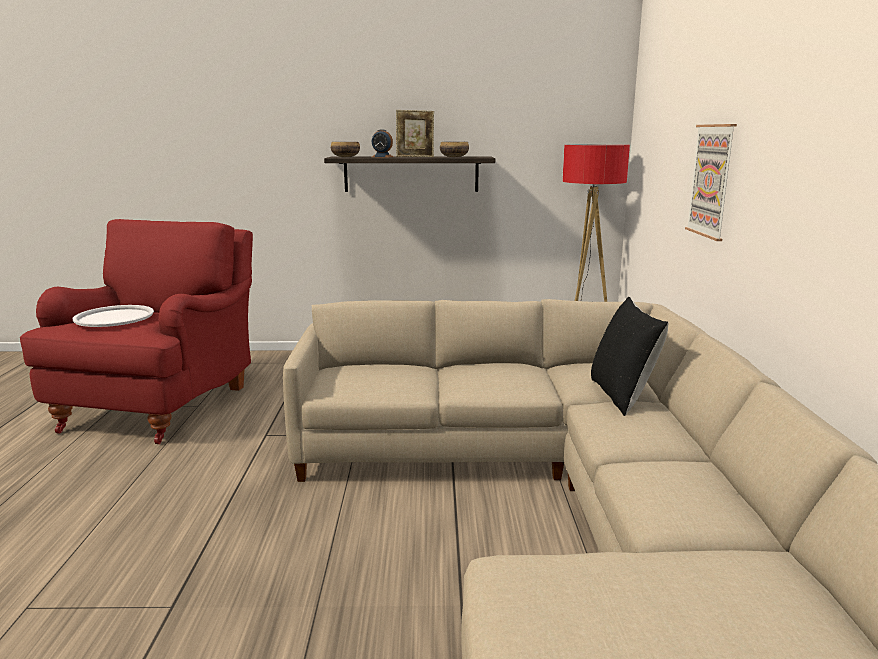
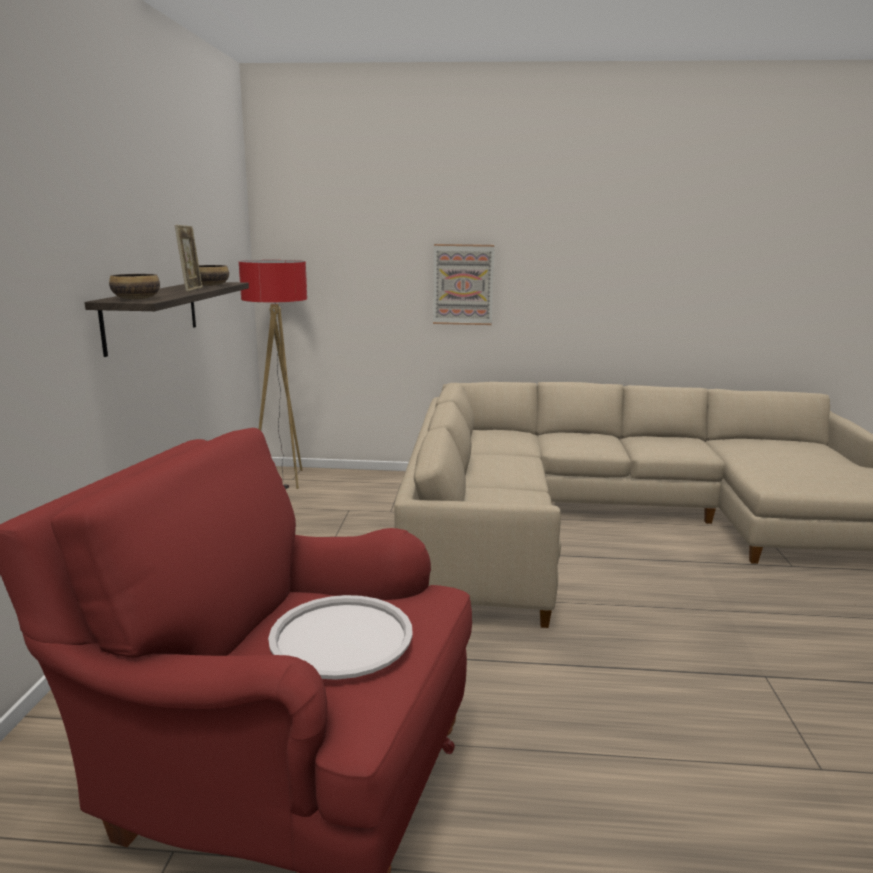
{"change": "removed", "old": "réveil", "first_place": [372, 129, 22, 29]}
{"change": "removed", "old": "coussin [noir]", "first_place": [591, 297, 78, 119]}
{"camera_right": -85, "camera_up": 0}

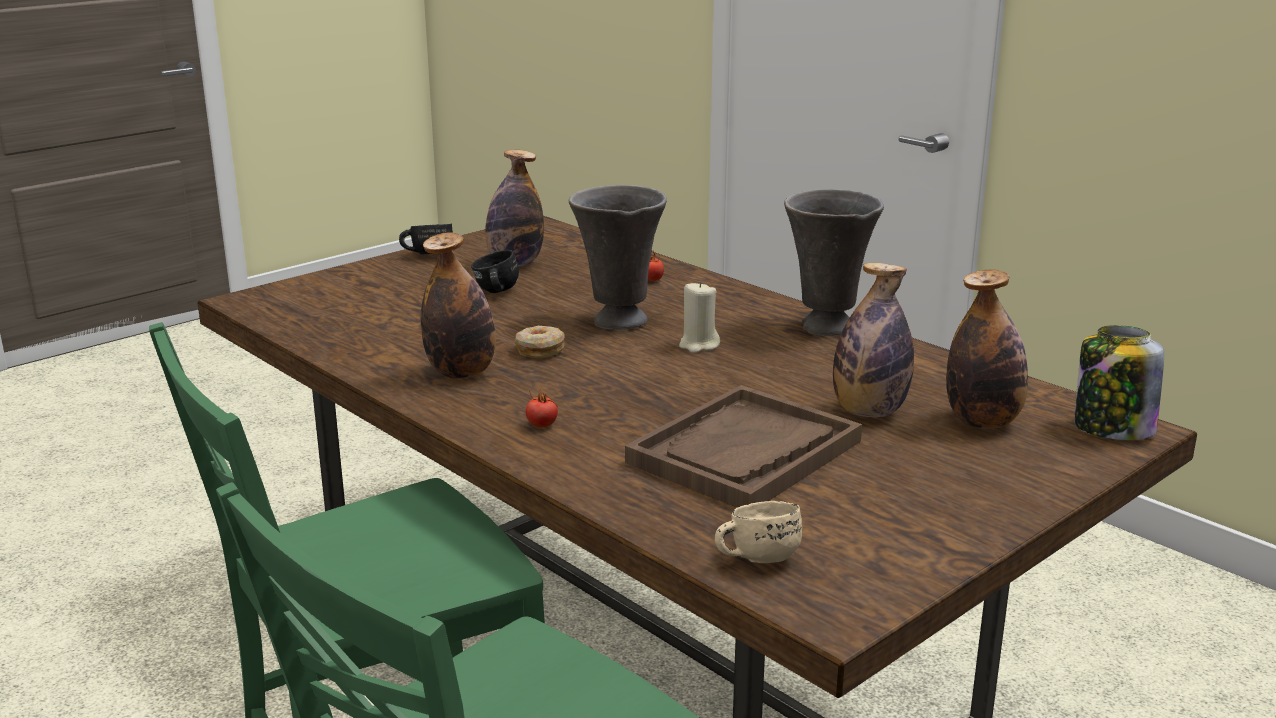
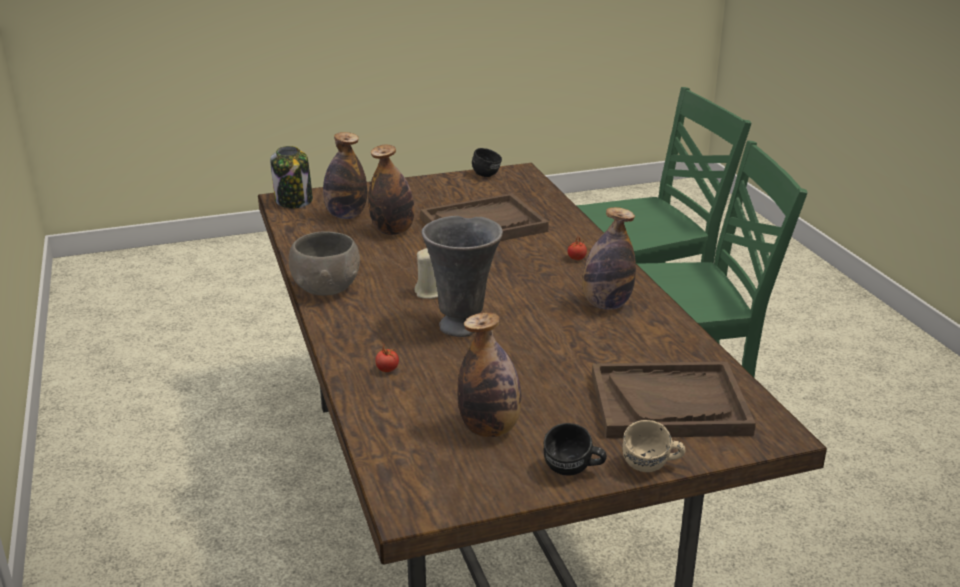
{"change": "replaced", "old": "vase [gris]", "new": "bol [gris]", "first_place": [784, 189, 100, 147], "second_place": [289, 231, 71, 65]}
{"change": "moved", "old": "mug [noir]", "first_place": [471, 250, 48, 43], "second_place": [472, 148, 30, 29]}
{"change": "removed", "old": "beignet", "first_place": [515, 326, 50, 32]}
{"change": "moved", "old": "mug [beige]", "first_place": [715, 501, 87, 62], "second_place": [623, 420, 62, 52]}
{"change": "added", "new": "plateau [marron]", "second_place": [592, 362, 164, 76]}
{"camera_right": -155, "camera_up": 5}

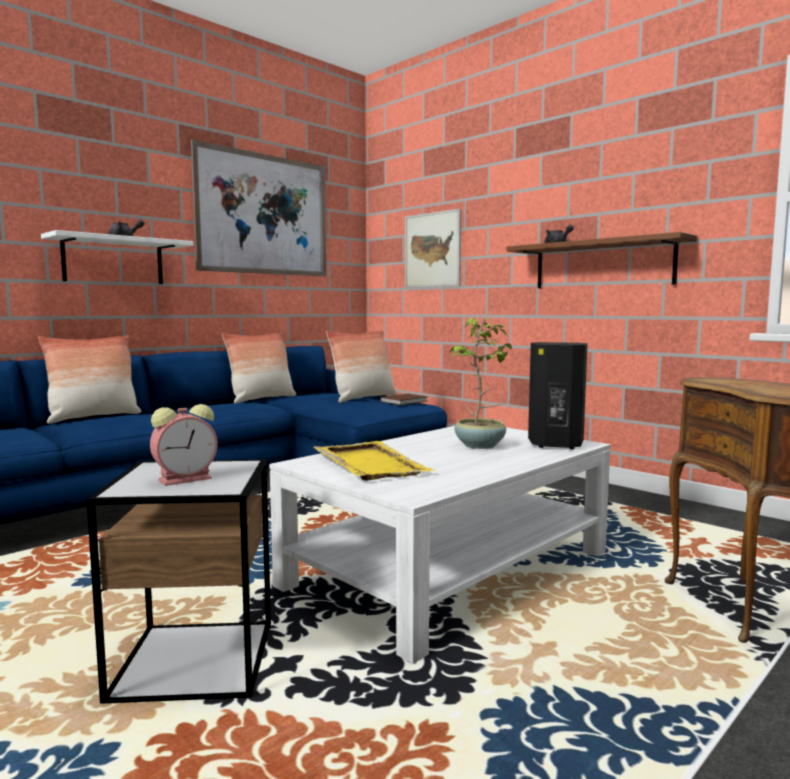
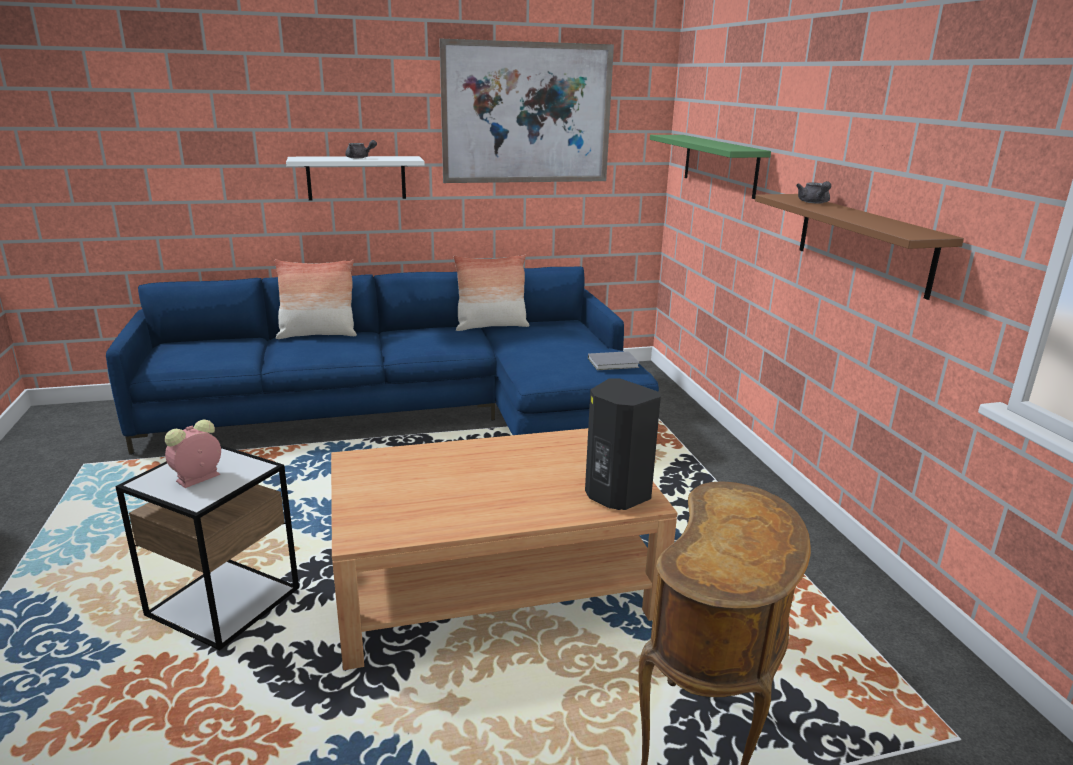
{"change": "replaced", "old": "tableau", "new": "étagère [vert]", "first_place": [405, 209, 56, 79], "second_place": [650, 135, 121, 64]}
{"change": "removed", "old": "plante en pot", "first_place": [450, 318, 62, 131]}
{"change": "removed", "old": "coussin", "first_place": [326, 330, 71, 73]}
{"change": "recoloured", "old": "livre [marron]", "new": "livre [gris]", "first_place": [380, 394, 48, 11], "second_place": [588, 351, 52, 19]}
{"change": "turned", "old": "réveil", "first_place": [150, 404, 68, 82], "second_place": [165, 419, 56, 69], "degrees": 135}
{"change": "recoloured", "old": "table basse [blanc]", "new": "table basse [marron]", "first_place": [269, 426, 342, 238], "second_place": [331, 428, 347, 242]}
{"change": "removed", "old": "plateau [jaune]", "first_place": [314, 441, 121, 40]}
{"camera_right": 30, "camera_up": 15}

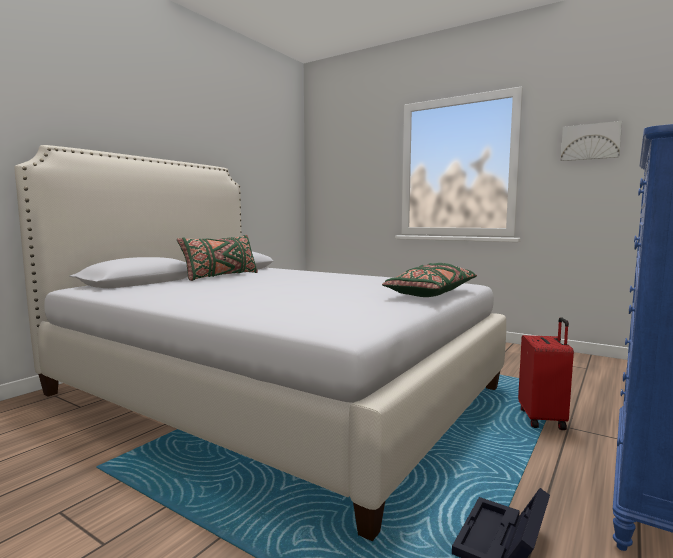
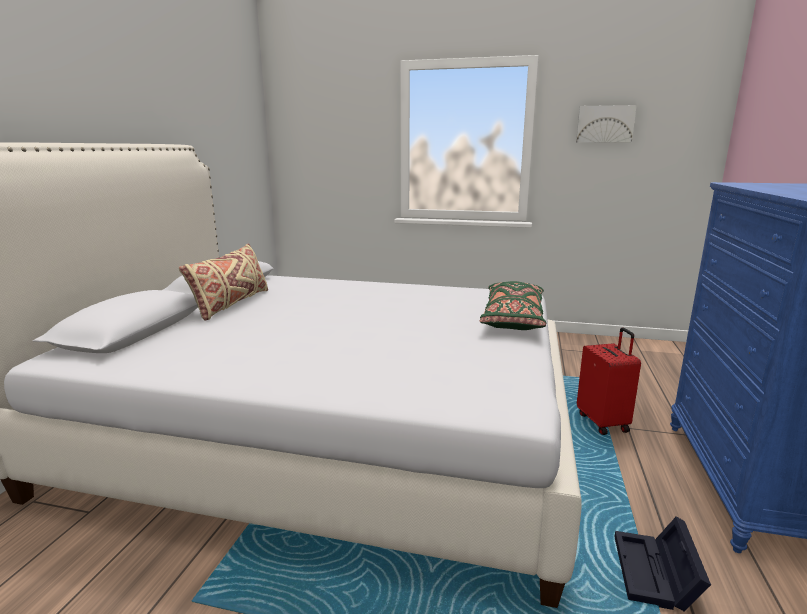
{"change": "recoloured", "old": "coussin [vert]", "new": "coussin [beige]", "first_place": [177, 235, 81, 46], "second_place": [179, 243, 89, 78]}
{"camera_right": -20, "camera_up": 10}

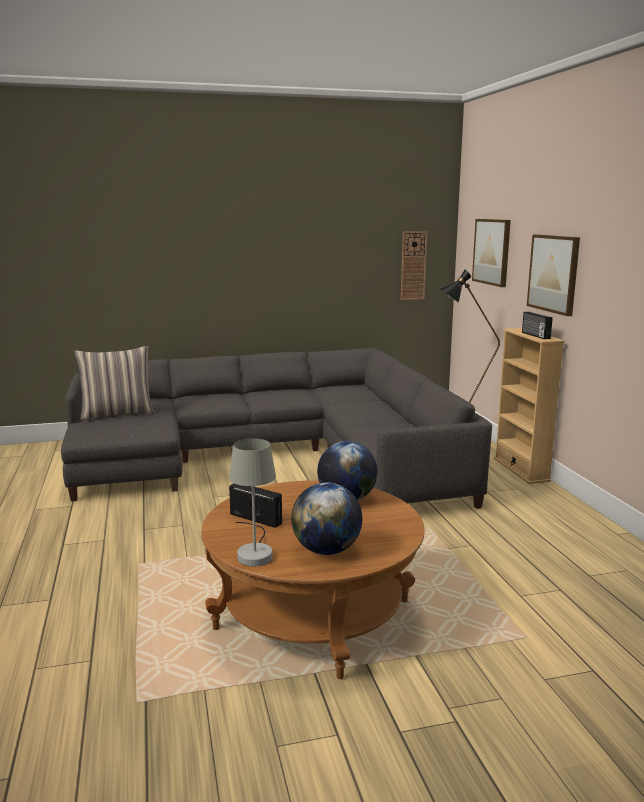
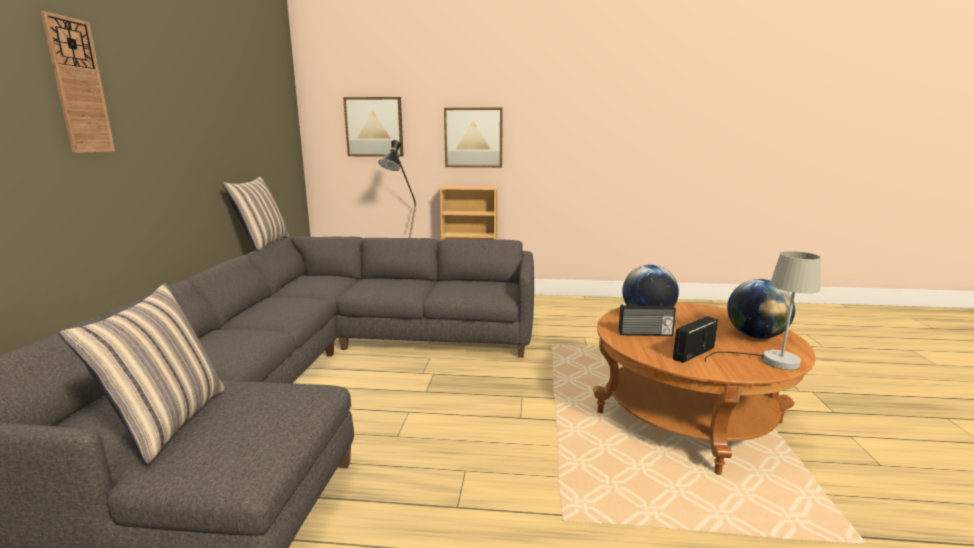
{"change": "moved", "old": "horloge murale", "first_place": [401, 231, 26, 69], "second_place": [41, 11, 74, 142]}
{"change": "moved", "old": "radio", "first_place": [522, 312, 31, 27], "second_place": [618, 305, 58, 31]}
{"change": "added", "new": "coussin", "second_place": [223, 177, 67, 74]}
{"camera_right": -70, "camera_up": 0}

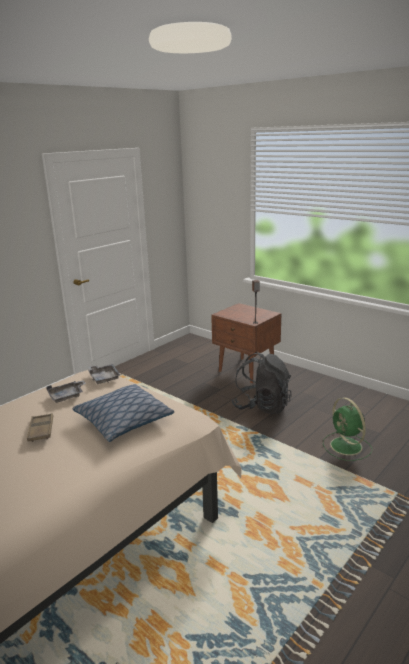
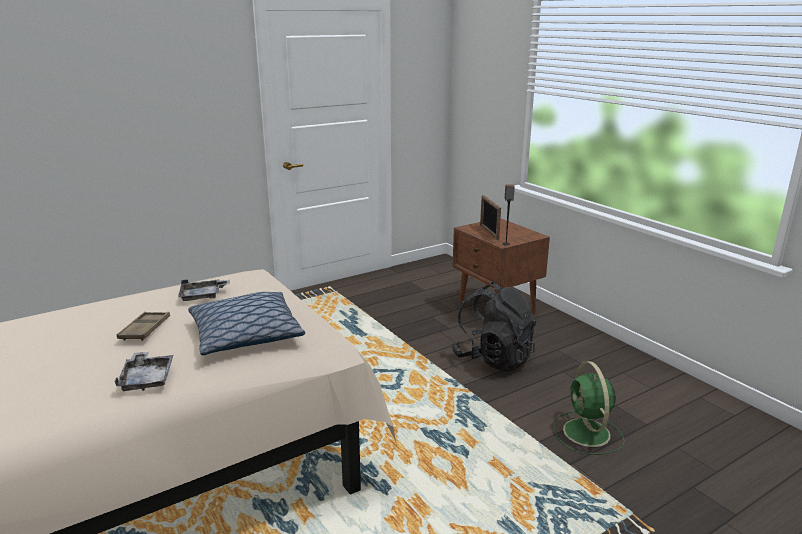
{"change": "moved", "old": "plateau [gris]", "first_place": [88, 364, 32, 20], "second_place": [115, 352, 58, 39]}
{"change": "added", "new": "cadre photo", "second_place": [480, 195, 21, 45]}
{"camera_right": 15, "camera_up": 0}

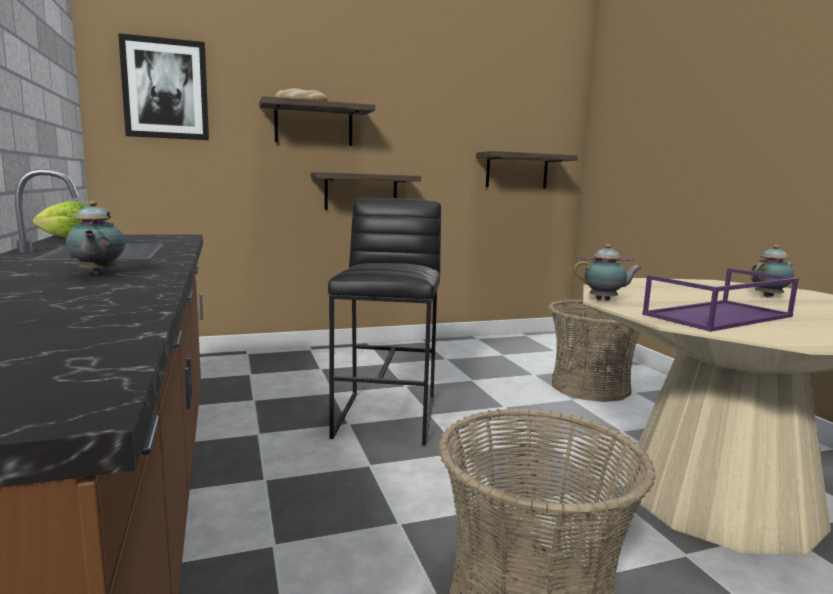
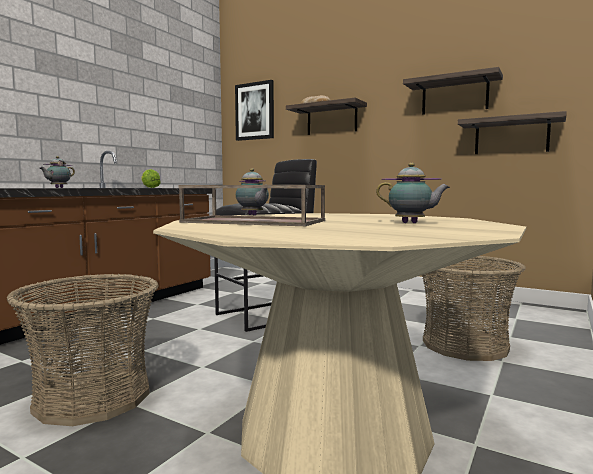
{"change": "moved", "old": "étagère", "first_place": [311, 172, 110, 38], "second_place": [403, 67, 100, 48]}
{"change": "recoloured", "old": "plateau [violet]", "new": "plateau [marron]", "first_place": [642, 268, 157, 64], "second_place": [178, 185, 147, 41]}
{"camera_right": 50, "camera_up": -5}

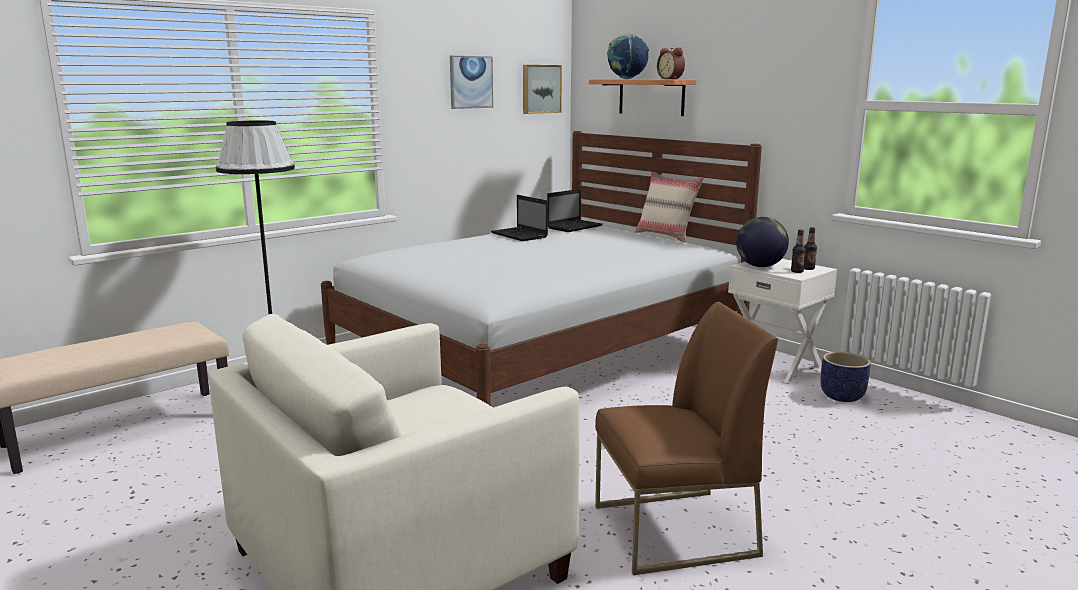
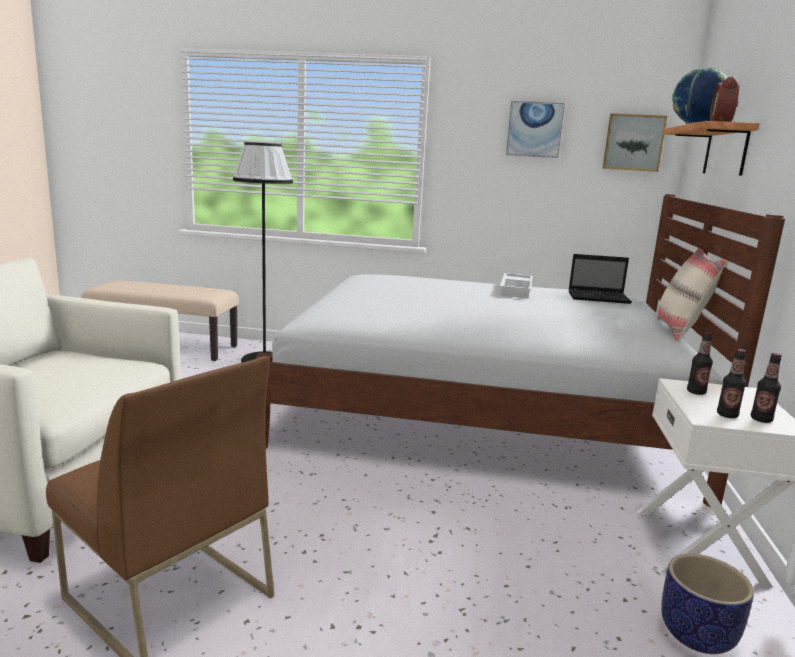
{"change": "replaced", "old": "ordinateur portable", "new": "plateau [blanc]", "first_place": [491, 195, 57, 46], "second_place": [500, 273, 33, 25]}
{"change": "replaced", "old": "globe", "new": "bouteille", "first_place": [736, 217, 53, 50], "second_place": [687, 331, 26, 64]}
{"camera_right": 50, "camera_up": 0}

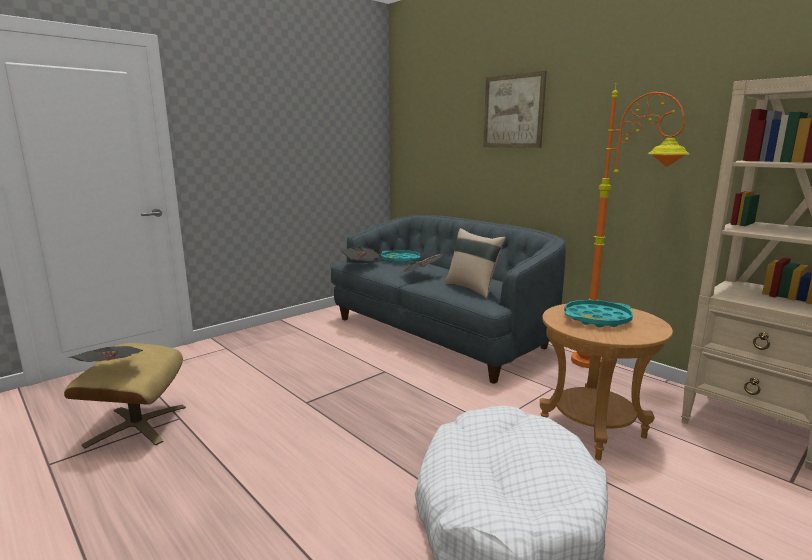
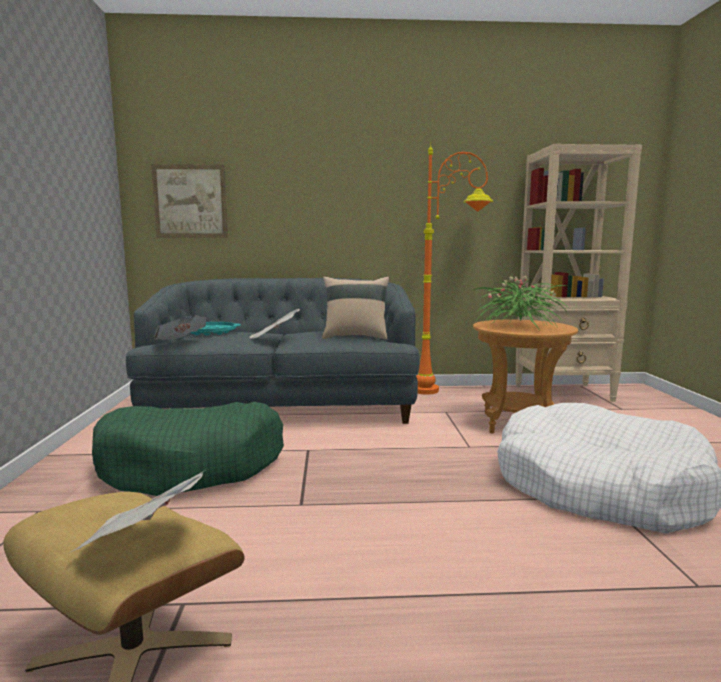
{"change": "moved", "old": "tableau", "first_place": [483, 71, 64, 77], "second_place": [151, 164, 77, 74]}
{"change": "replaced", "old": "plateau [turquoise]", "new": "plante en pot", "first_place": [564, 300, 69, 28], "second_place": [473, 276, 97, 53]}
{"change": "added", "new": "panier pour chien [vert]", "second_place": [92, 402, 192, 94]}
{"camera_right": -50, "camera_up": -5}

